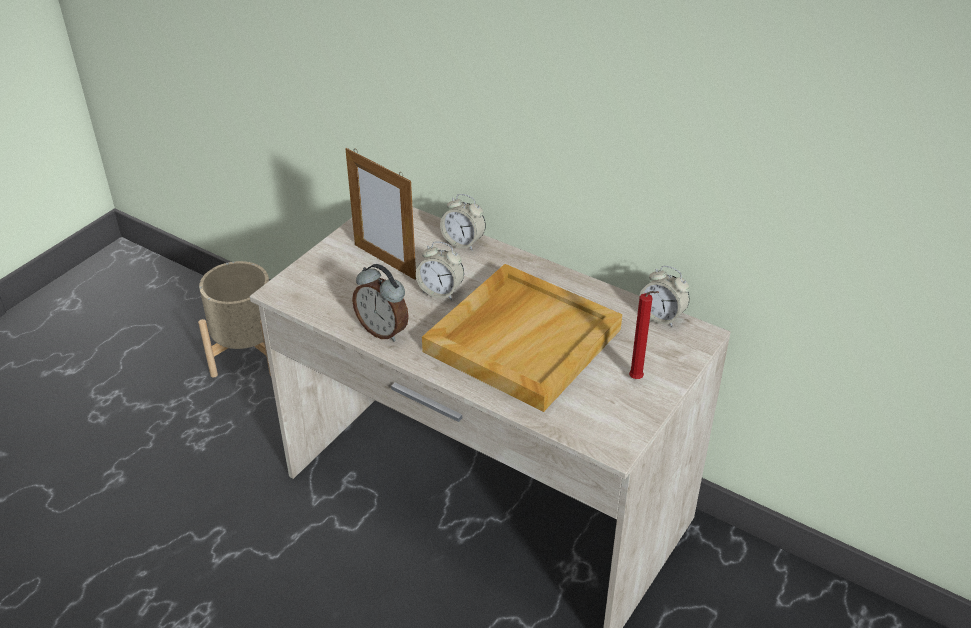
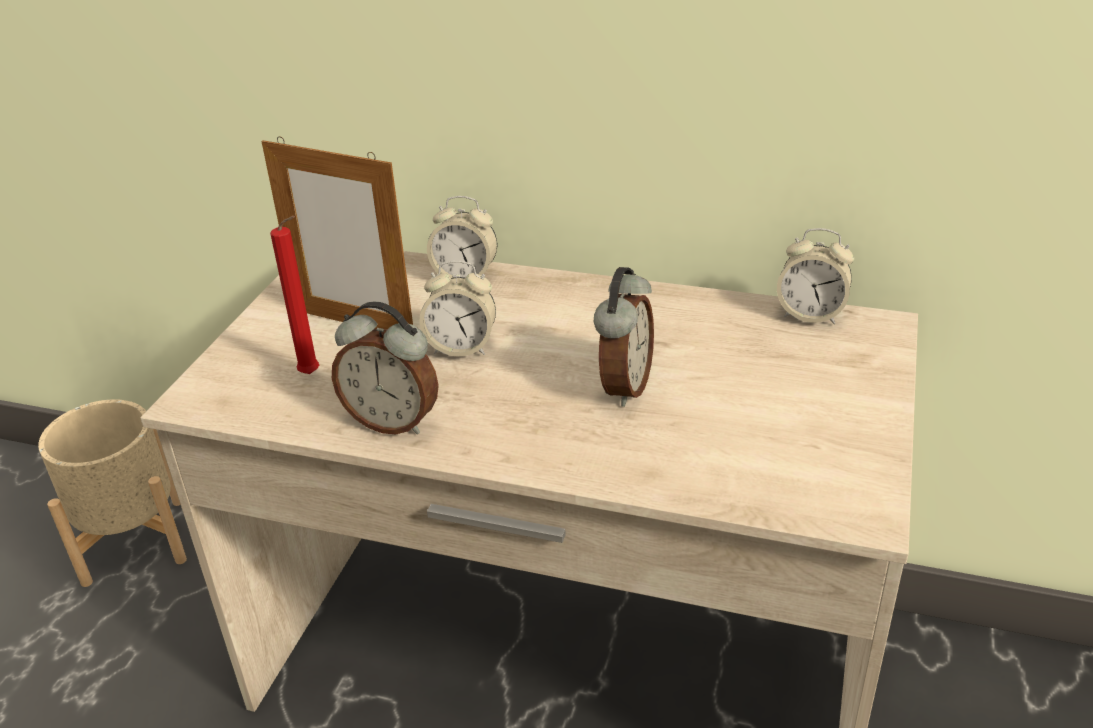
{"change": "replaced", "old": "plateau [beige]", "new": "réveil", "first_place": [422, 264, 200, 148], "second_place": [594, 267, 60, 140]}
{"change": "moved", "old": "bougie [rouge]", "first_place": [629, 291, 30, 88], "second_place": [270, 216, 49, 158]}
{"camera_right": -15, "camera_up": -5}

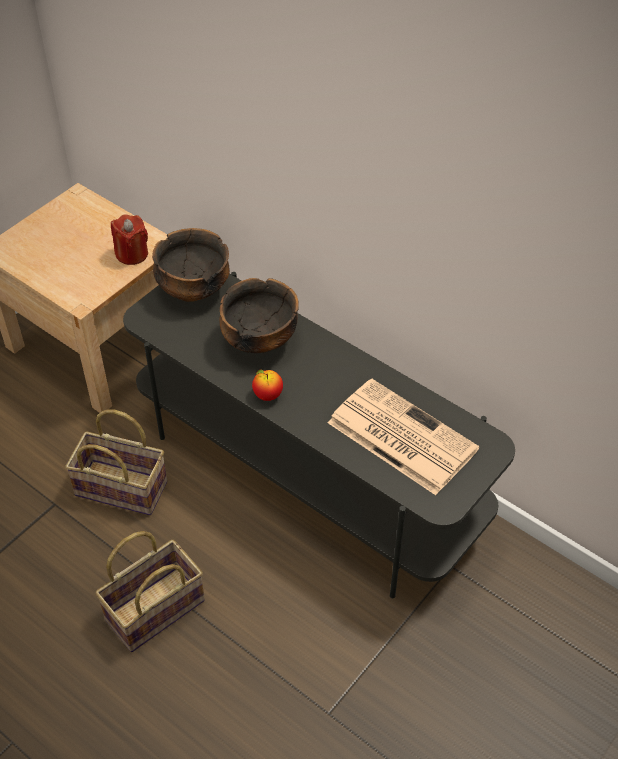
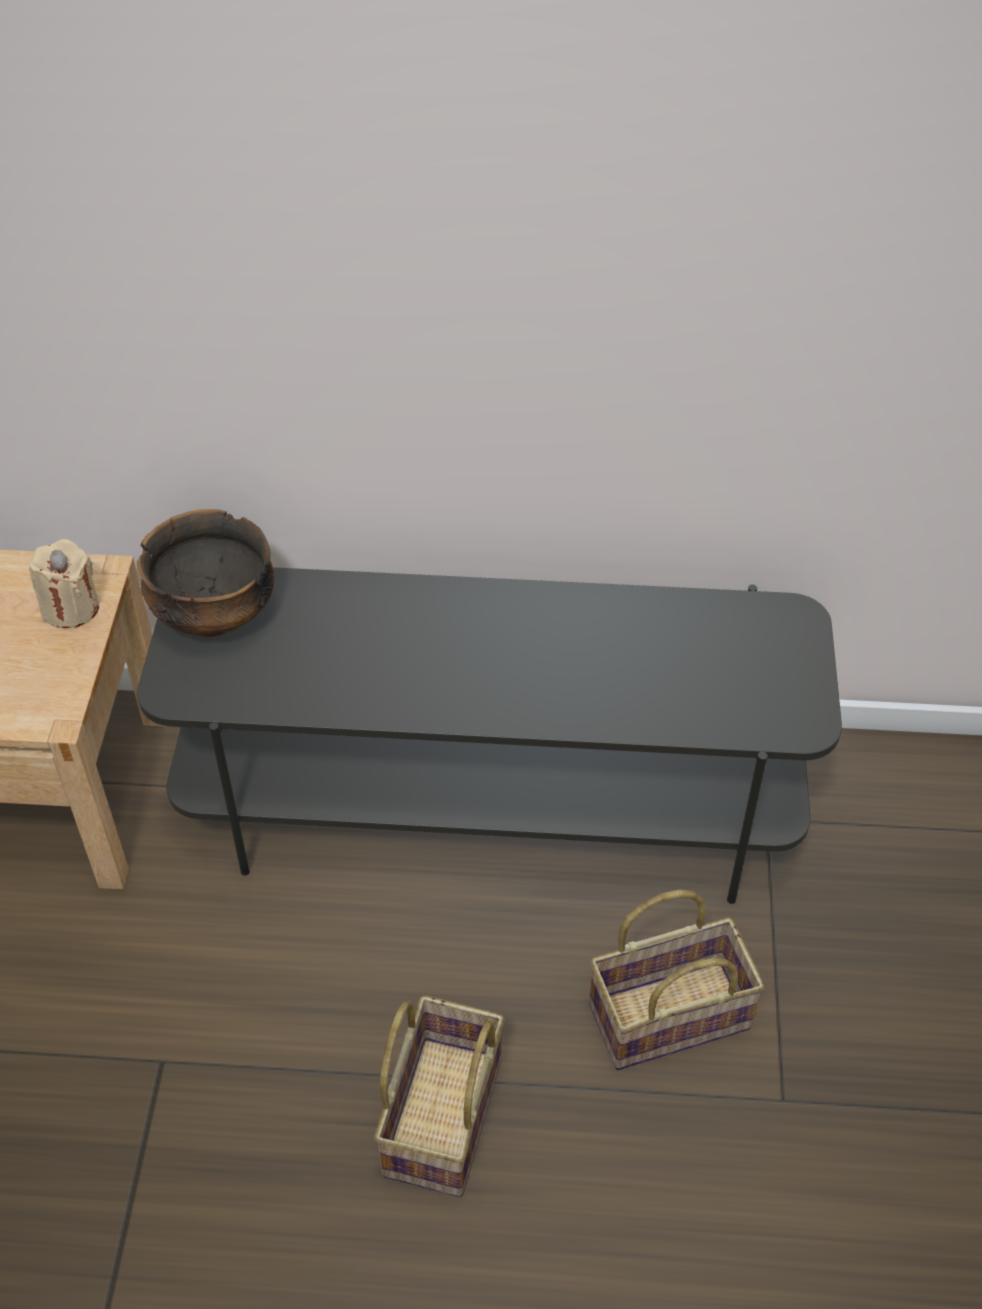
{"change": "recoloured", "old": "bougie [rouge]", "new": "bougie [beige]", "first_place": [111, 214, 37, 51], "second_place": [29, 539, 70, 89]}
{"change": "removed", "old": "bol", "first_place": [219, 278, 80, 75]}
{"change": "removed", "old": "pomme", "first_place": [252, 370, 31, 31]}
{"change": "removed", "old": "journal", "first_place": [328, 378, 151, 117]}
{"change": "moved", "old": "panier", "first_place": [65, 409, 102, 106], "second_place": [589, 890, 176, 180]}
{"camera_right": -35, "camera_up": 0}

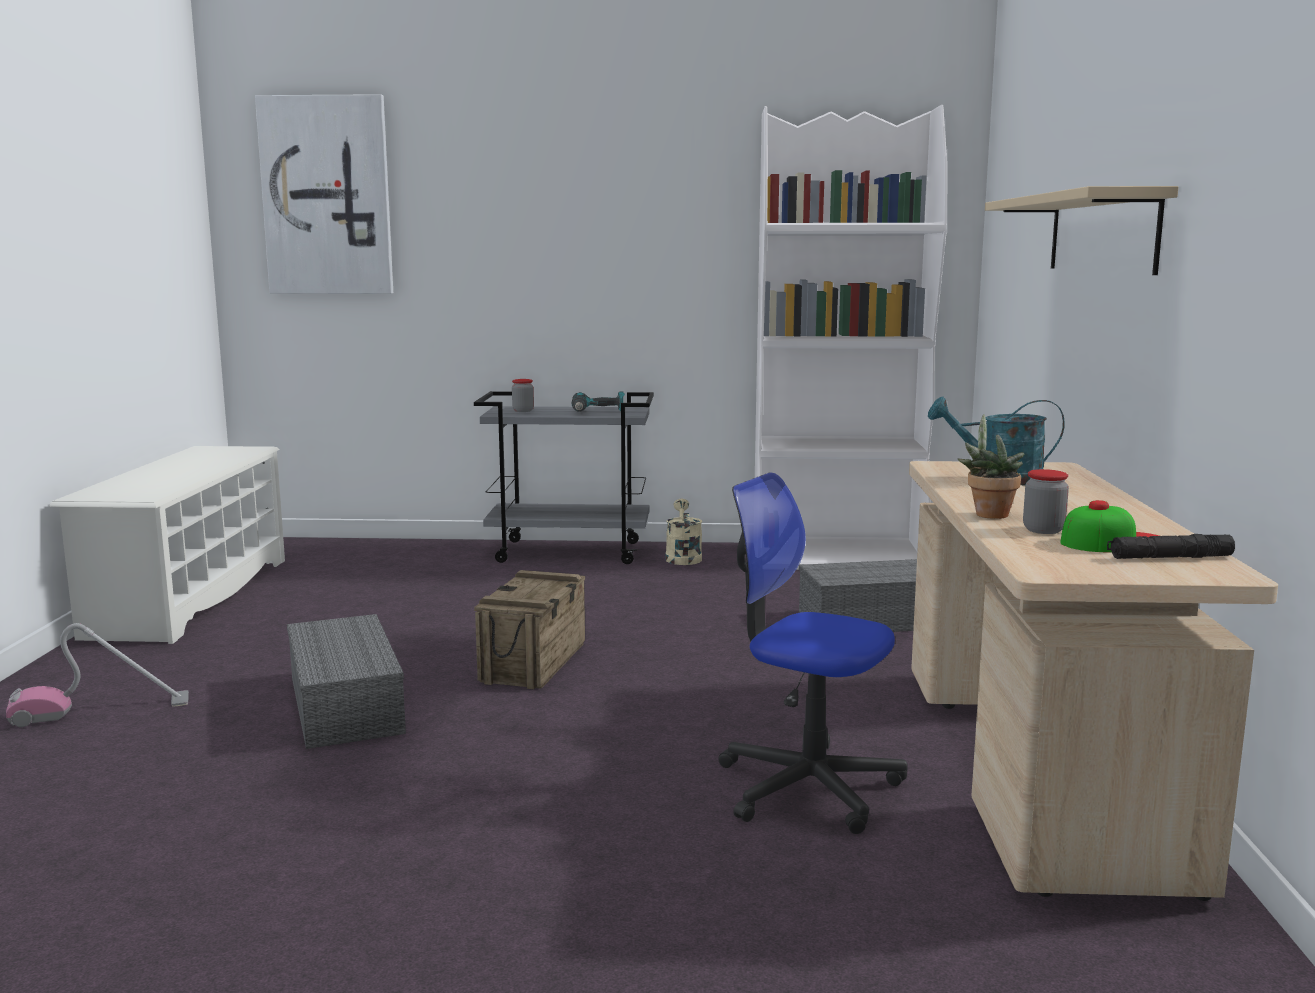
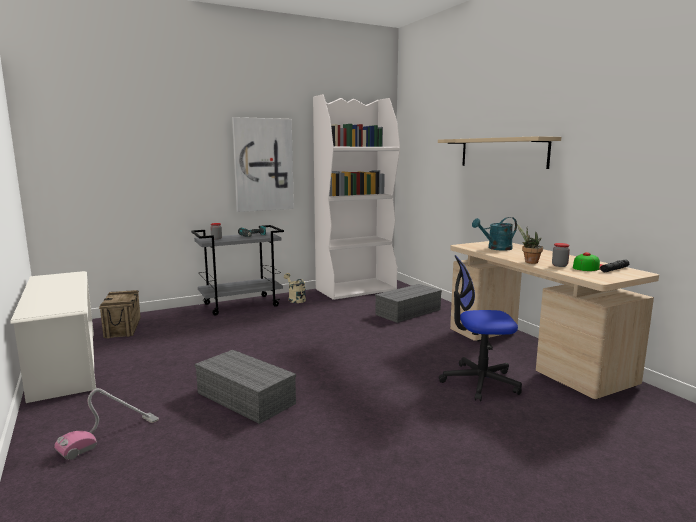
{"change": "moved", "old": "tableau", "first_place": [255, 94, 138, 200], "second_place": [232, 117, 62, 95]}
{"change": "moved", "old": "caisse", "first_place": [474, 570, 111, 119], "second_place": [99, 290, 42, 49]}
{"camera_right": -30, "camera_up": 0}

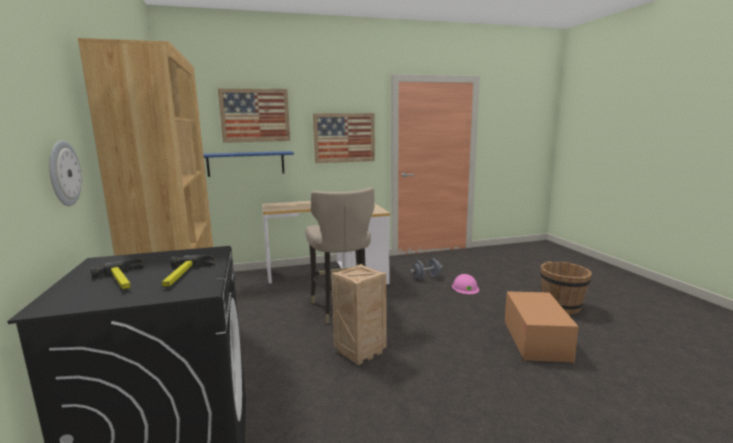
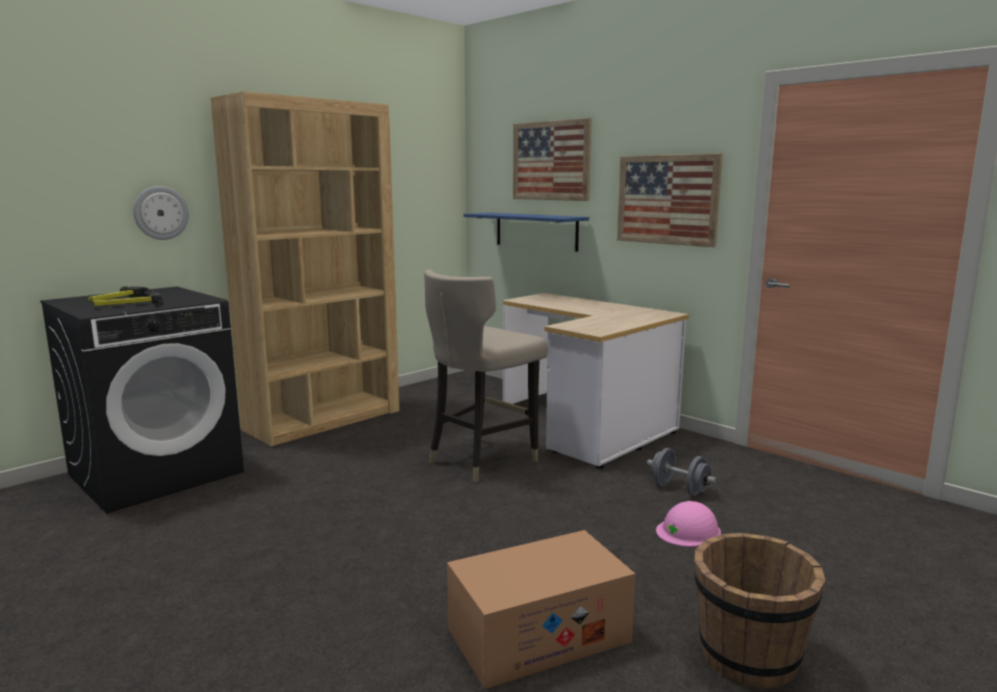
{"change": "removed", "old": "caisse", "first_place": [331, 264, 56, 101]}
{"camera_right": 60, "camera_up": 0}

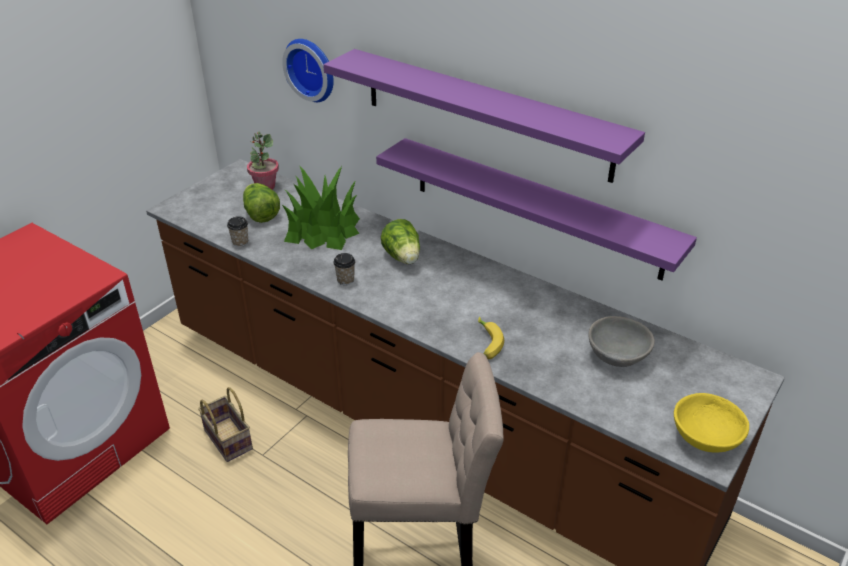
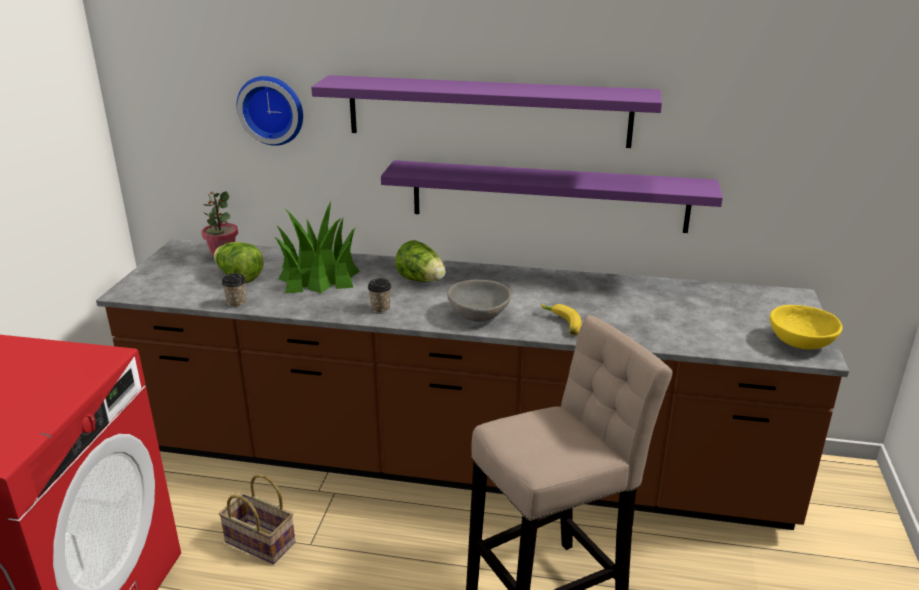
{"change": "moved", "old": "bol [gris]", "first_place": [588, 316, 67, 51], "second_place": [447, 280, 64, 42]}
{"camera_right": -25, "camera_up": -10}

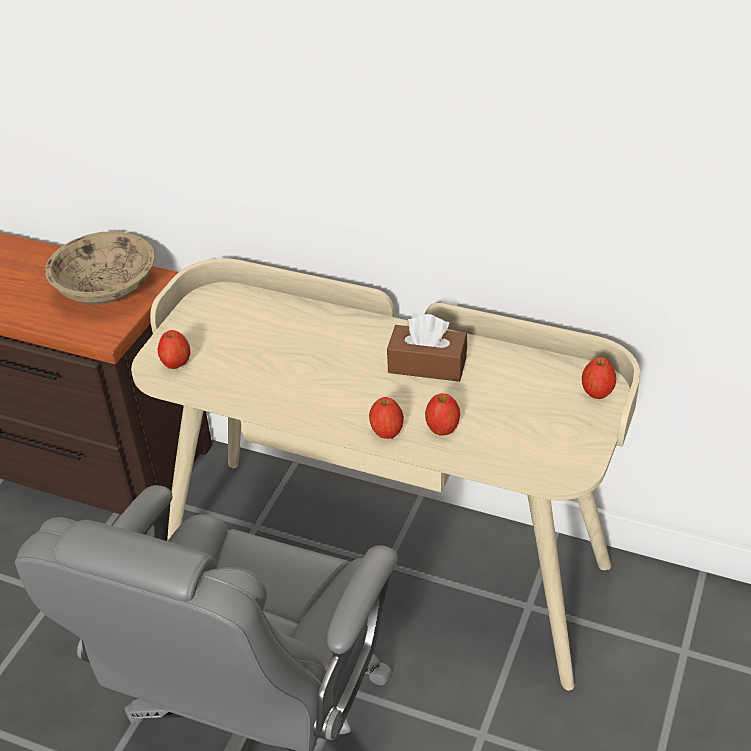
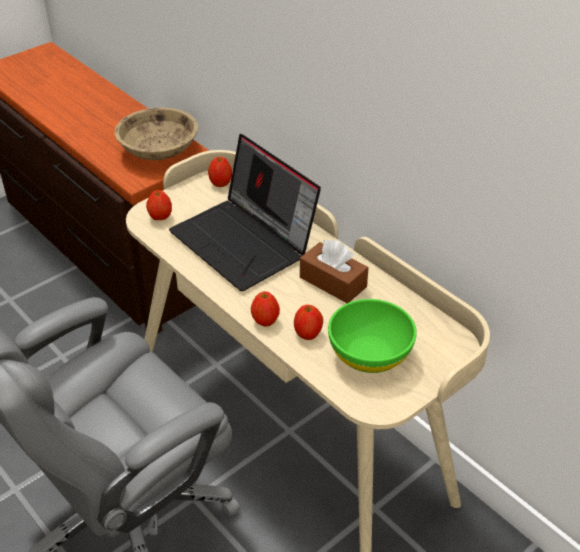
{"change": "moved", "old": "pomme", "first_place": [582, 357, 34, 42], "second_place": [208, 157, 24, 30]}
{"change": "added", "new": "ordinateur portable", "second_place": [169, 134, 152, 157]}
{"change": "added", "new": "bol [vert]", "second_place": [328, 299, 89, 74]}
{"camera_right": 25, "camera_up": 0}

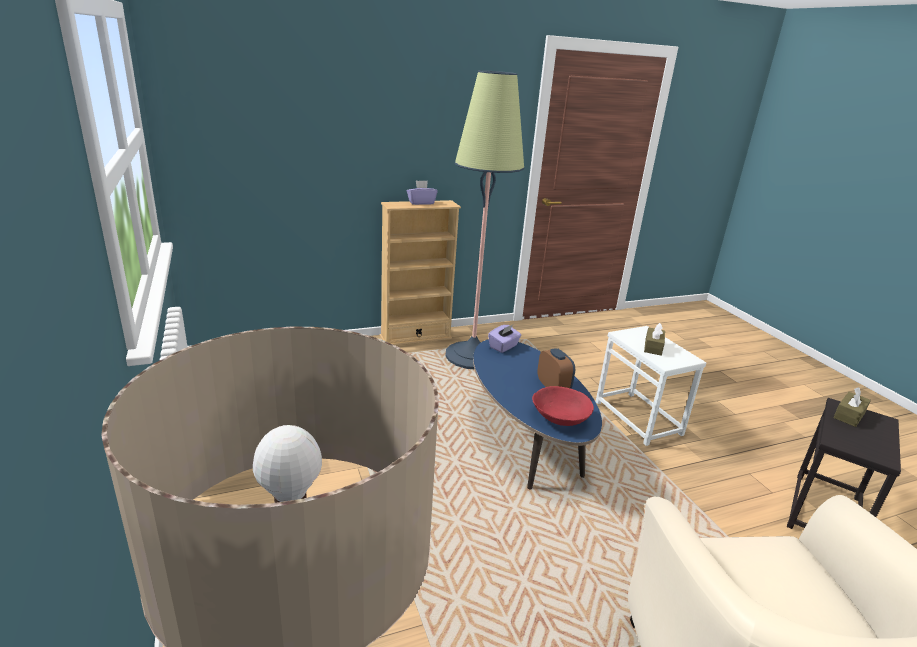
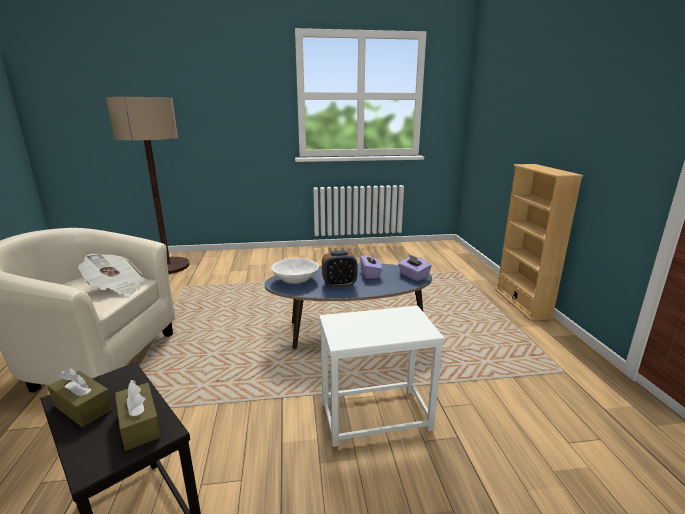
{"change": "removed", "old": "lampadaire", "first_place": [445, 70, 79, 299]}
{"change": "moved", "old": "boîte à mouchoirs [violet]", "first_place": [407, 181, 31, 24], "second_place": [360, 252, 22, 27]}
{"change": "moved", "old": "boîte à mouchoirs [marron]", "first_place": [644, 323, 21, 33], "second_place": [48, 368, 65, 59]}
{"change": "recoloured", "old": "bol [rouge]", "new": "bol [blanc]", "first_place": [532, 386, 62, 40], "second_place": [271, 258, 48, 26]}
{"change": "added", "new": "journal", "second_place": [78, 254, 68, 41]}
{"camera_right": 105, "camera_up": -5}

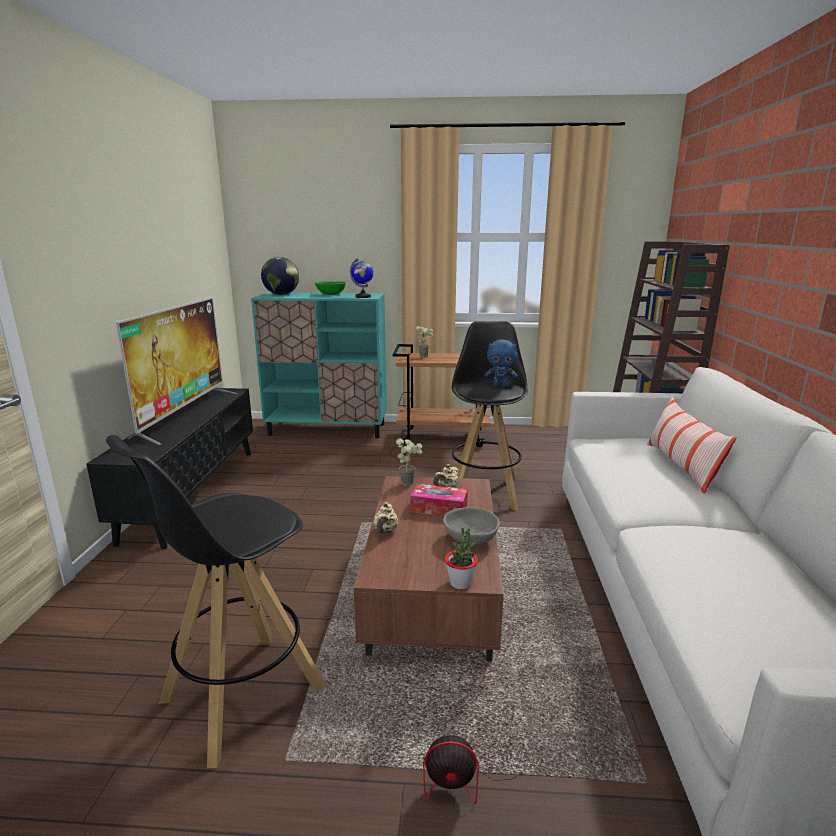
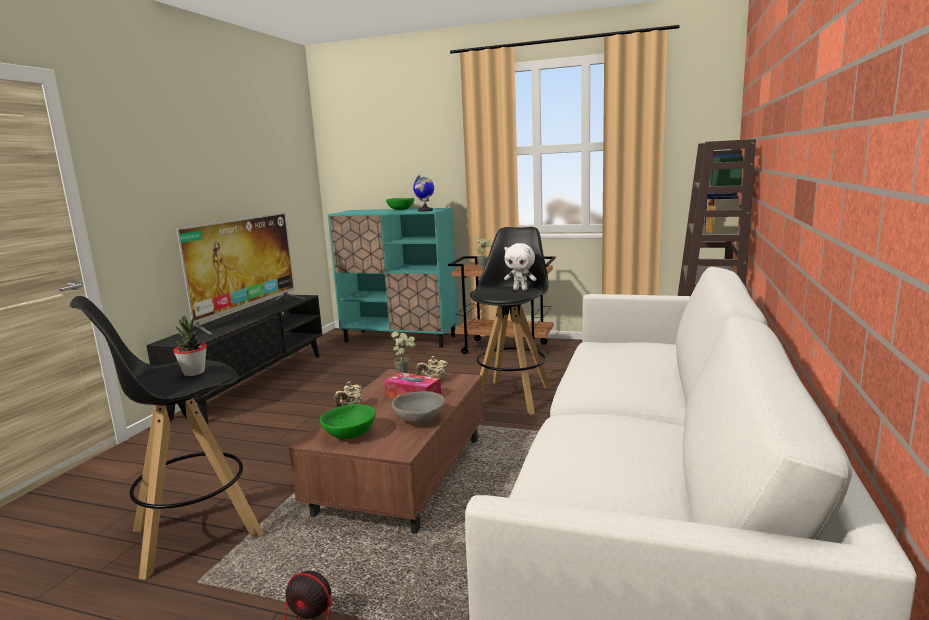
{"change": "removed", "old": "globe", "first_place": [261, 257, 38, 38]}
{"change": "recoloured", "old": "peluche [bleu]", "new": "peluche [blanc]", "first_place": [484, 339, 34, 48], "second_place": [504, 243, 32, 47]}
{"change": "removed", "old": "coussin", "first_place": [647, 397, 90, 97]}
{"change": "moved", "old": "plante en pot", "first_place": [445, 528, 33, 61], "second_place": [173, 316, 34, 60]}
{"change": "added", "new": "bol [vert]", "second_place": [320, 404, 56, 35]}
{"camera_right": 15, "camera_up": -5}

